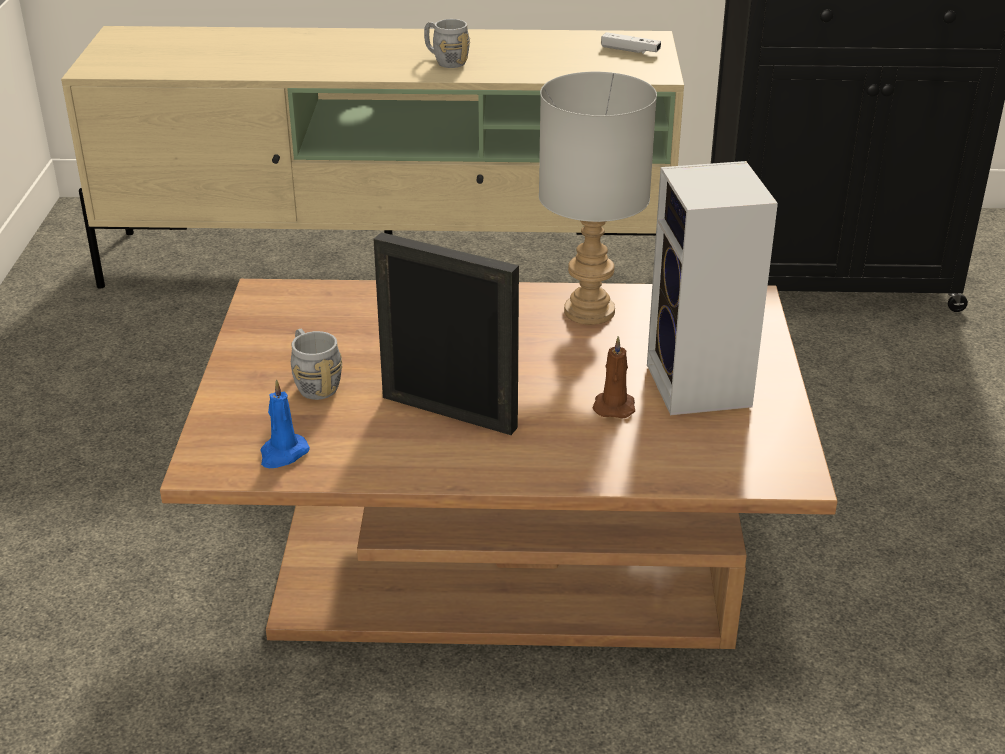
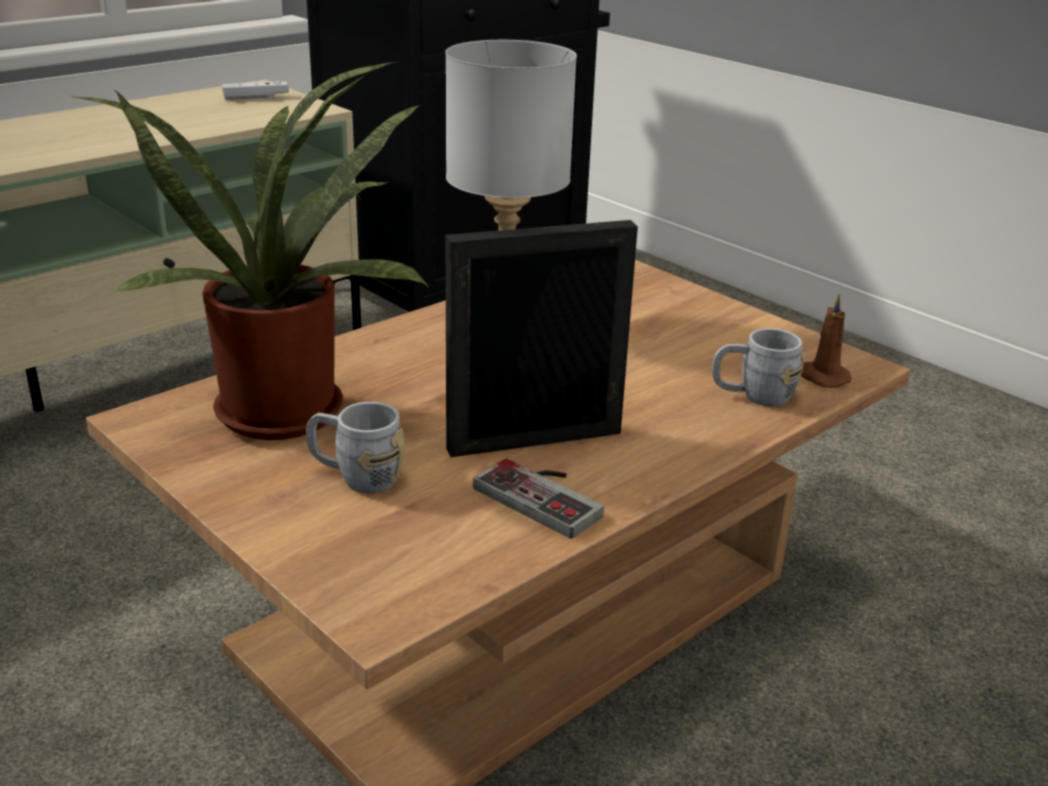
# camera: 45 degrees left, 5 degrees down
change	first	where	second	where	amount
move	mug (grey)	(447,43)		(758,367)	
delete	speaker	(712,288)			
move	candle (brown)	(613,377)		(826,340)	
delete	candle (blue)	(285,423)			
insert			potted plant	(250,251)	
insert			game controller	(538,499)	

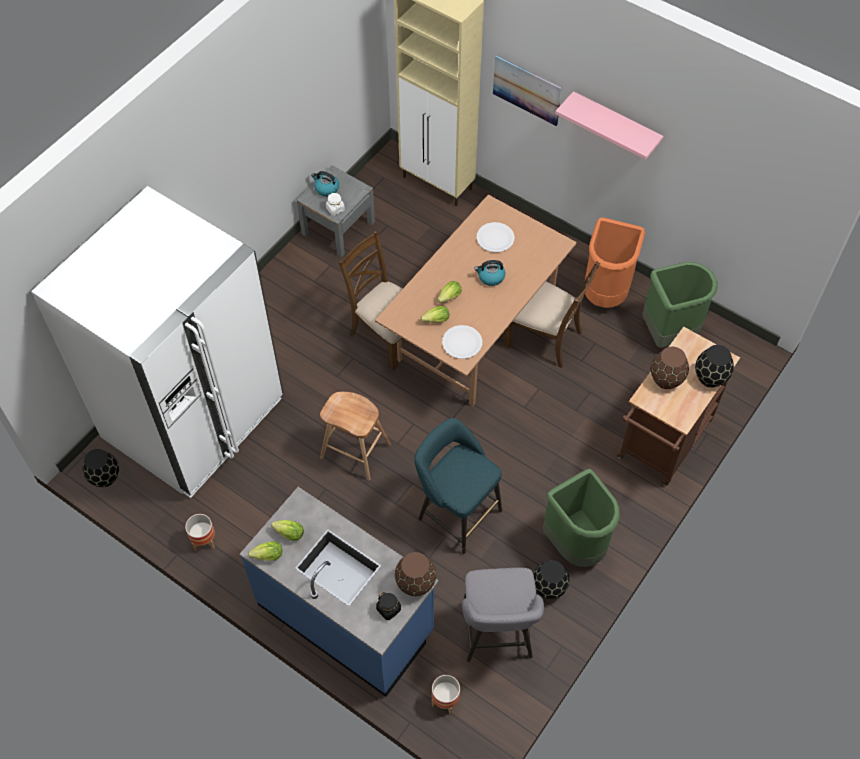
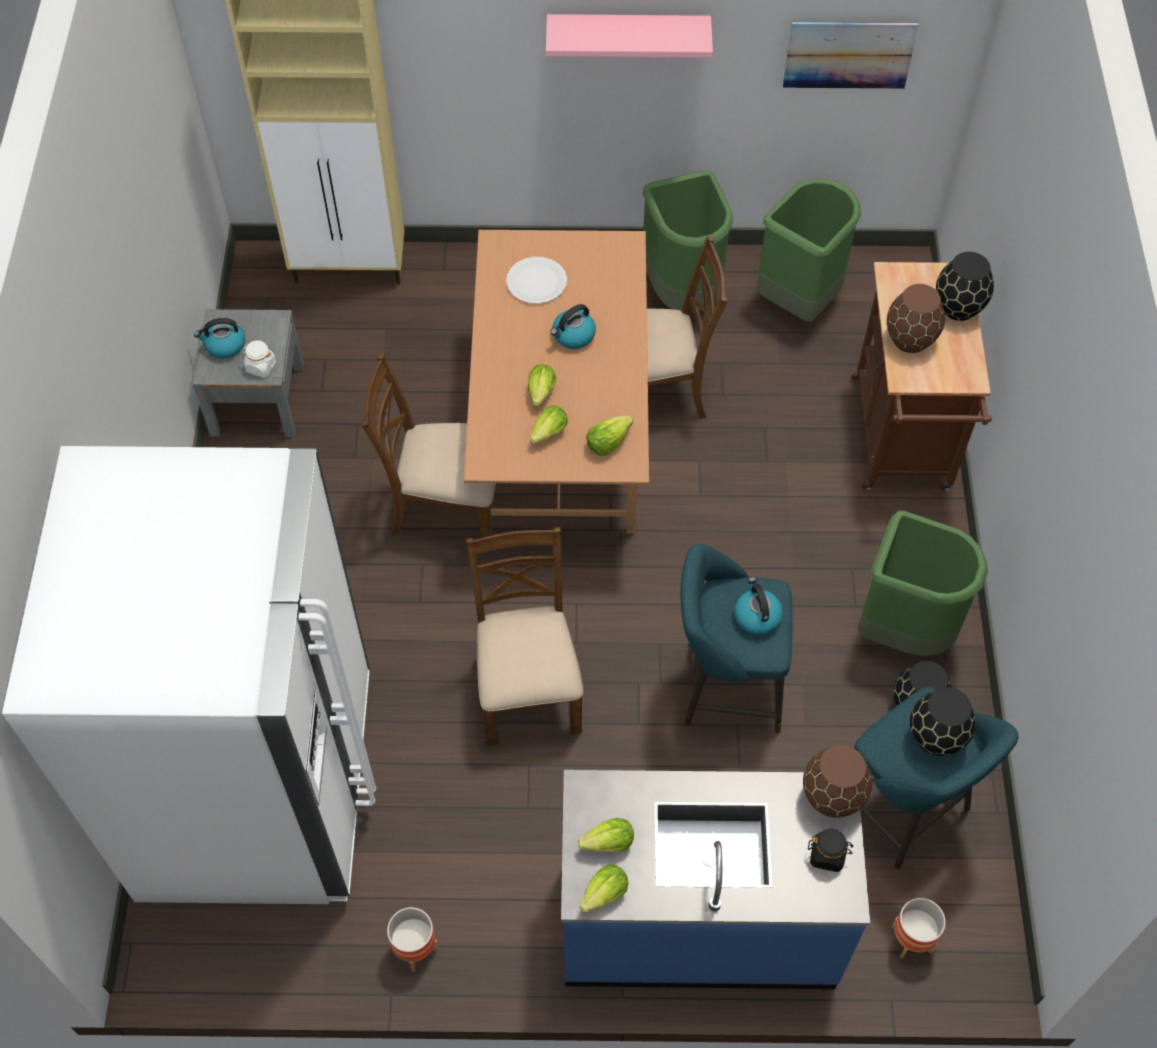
# camera: 35 degrees left, 0 degrees up
change	first	where	second	where	amount
move	picture	(527,90)		(851,55)	
recolor	trash can (orange)	(615,262)	trash can (green)	(688,241)	
replace	plate (white)	(462,342)	lettuce	(609,436)	
replace	stool (brown)	(355,436)	chair (brown)	(524,636)	
move	vase (black)	(101,468)		(943,721)	
recolor	stool (grey)	(503,615)	stool (turquoise)	(936,778)	
insert			kettle	(758,606)	

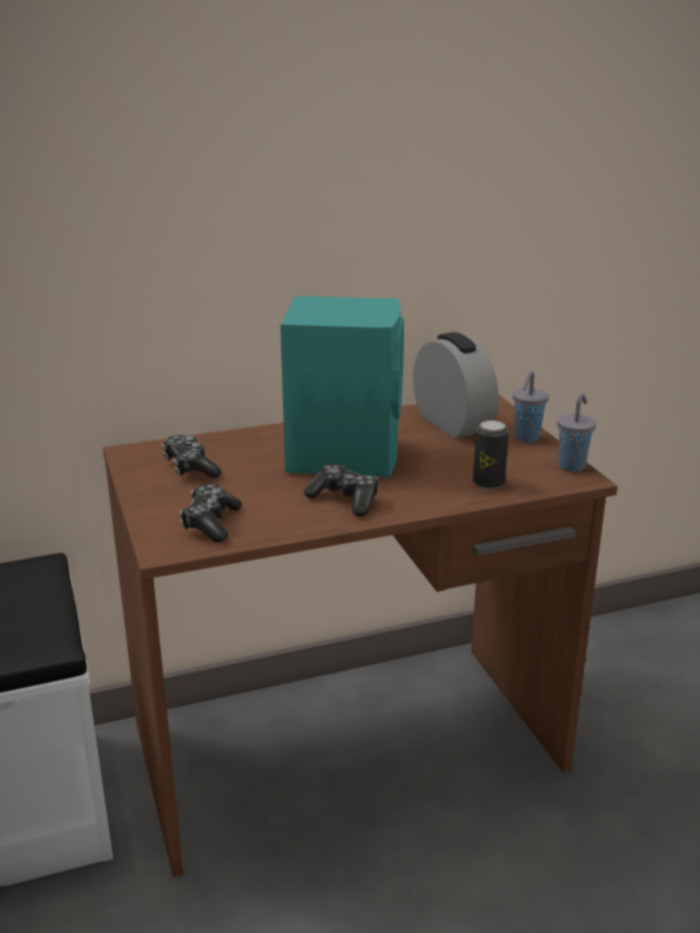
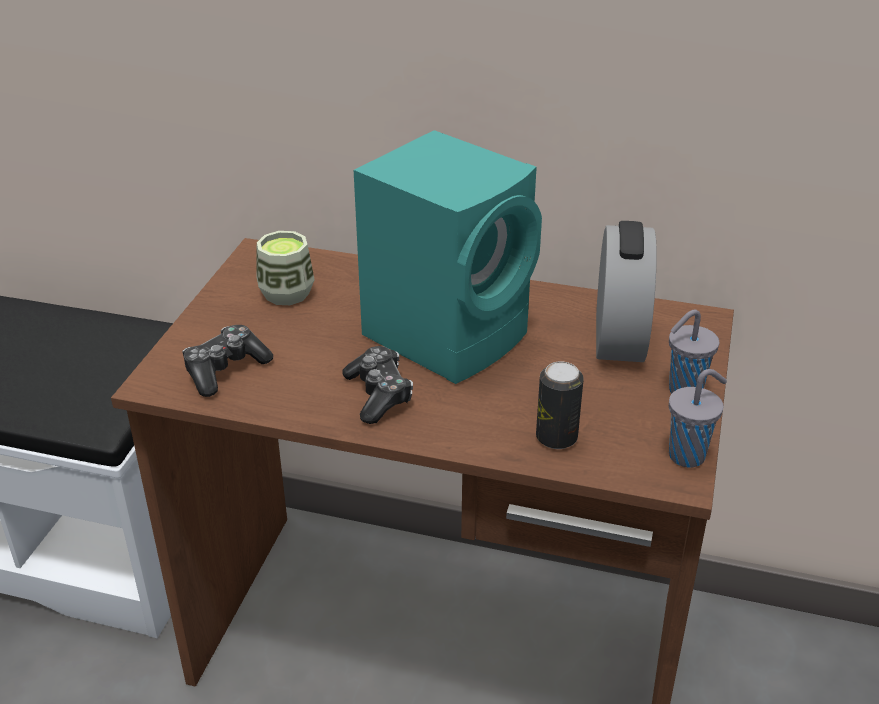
# camera: 35 degrees right, 10 degrees up
change	first	where	second	where	amount
replace	game controller	(192,456)	cup	(286,268)	

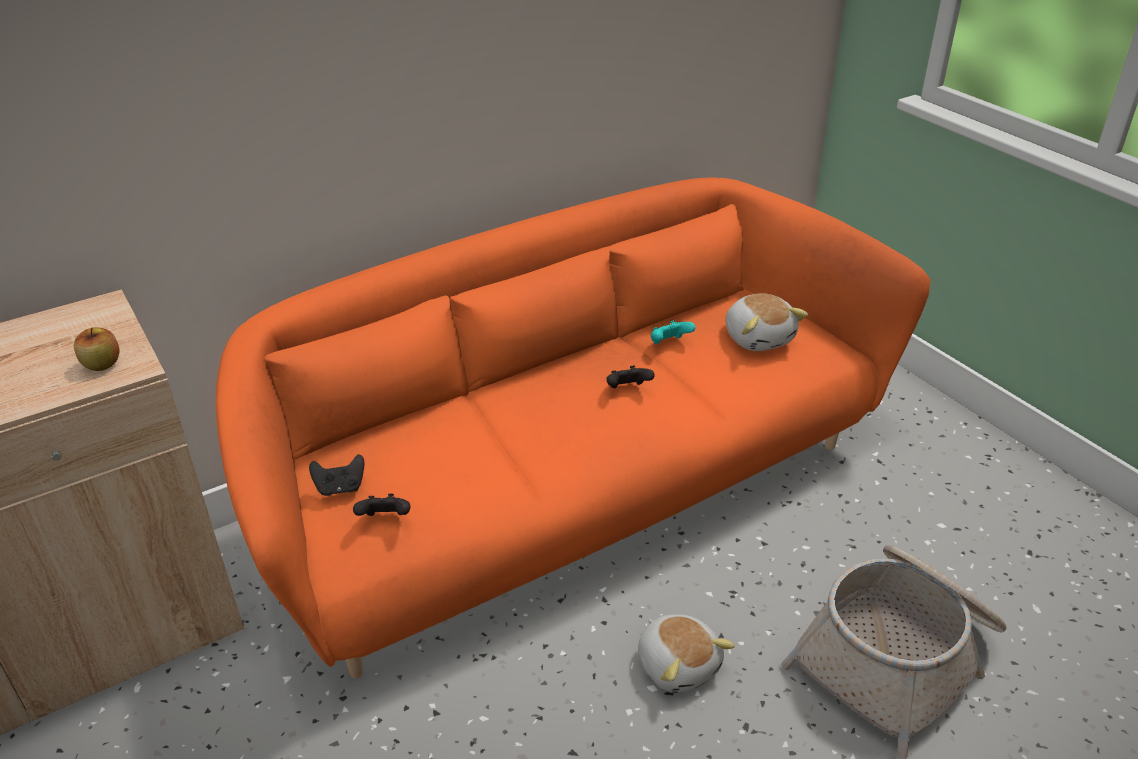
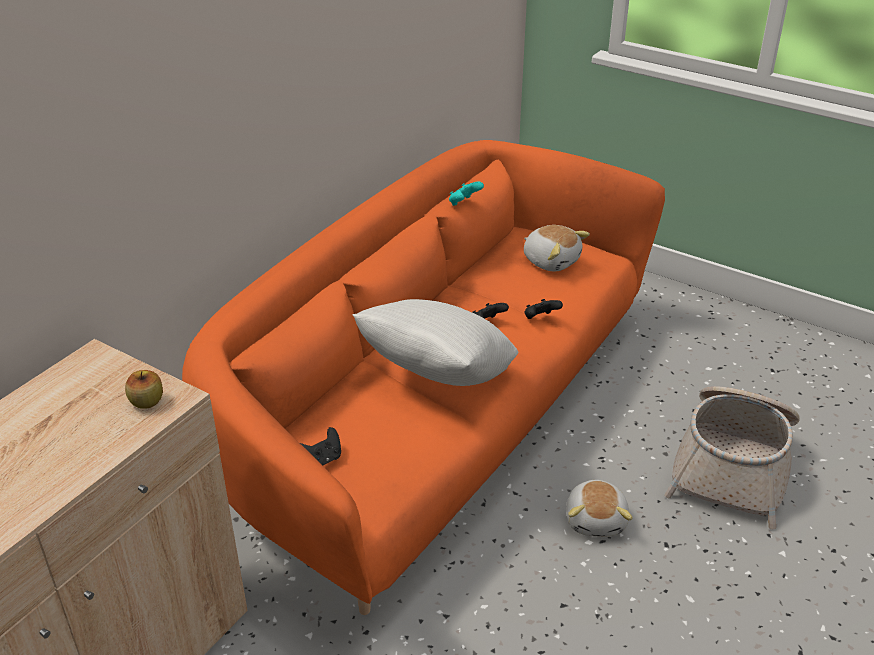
# camera: 25 degrees left, 0 degrees up
change	first	where	second	where	amount
move	game controller (turquoise)	(673,332)		(466,194)	
move	game controller (black)	(381,505)		(543,309)	
rotate	plush toy	(686,653)		(599,508)	60 degrees clockwise
insert			pillow (white)	(435,342)	

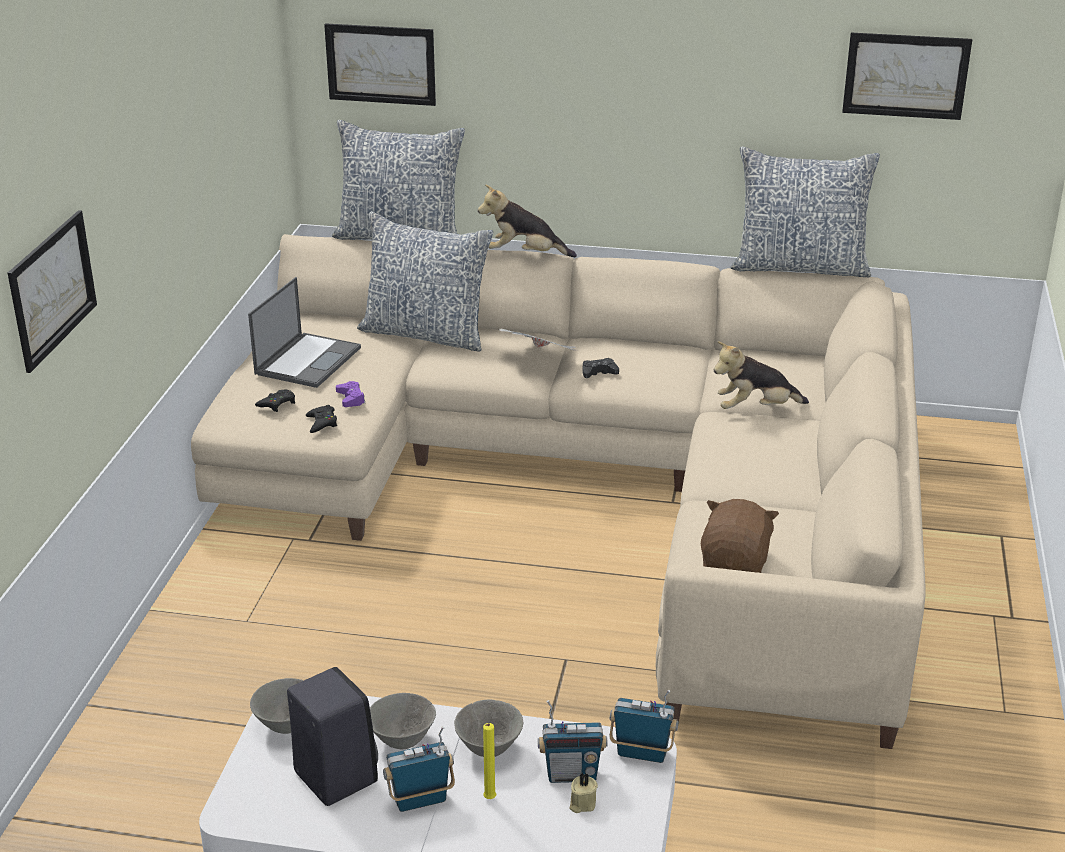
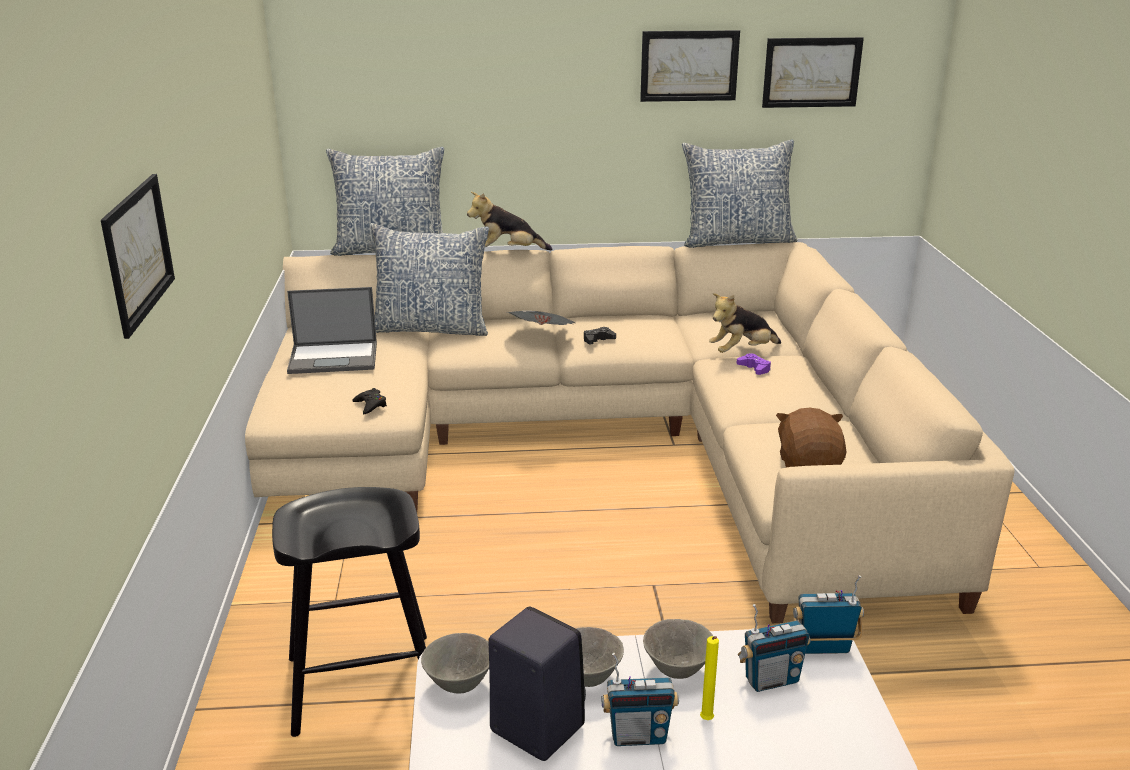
# camera: 15 degrees left, 5 degrees down
change	first	where	second	where	amount
move	picture	(380,64)		(690,66)	
rotate	laptop	(304,332)		(332,330)	75 degrees clockwise
move	game controller (purple)	(350,394)		(753,364)	
delete	game controller (black)	(275,401)			
rotate	radio	(419,769)		(640,699)	150 degrees counterclockwise
delete	candle (beige)	(583,793)			
insert			stool (black)	(349,612)	

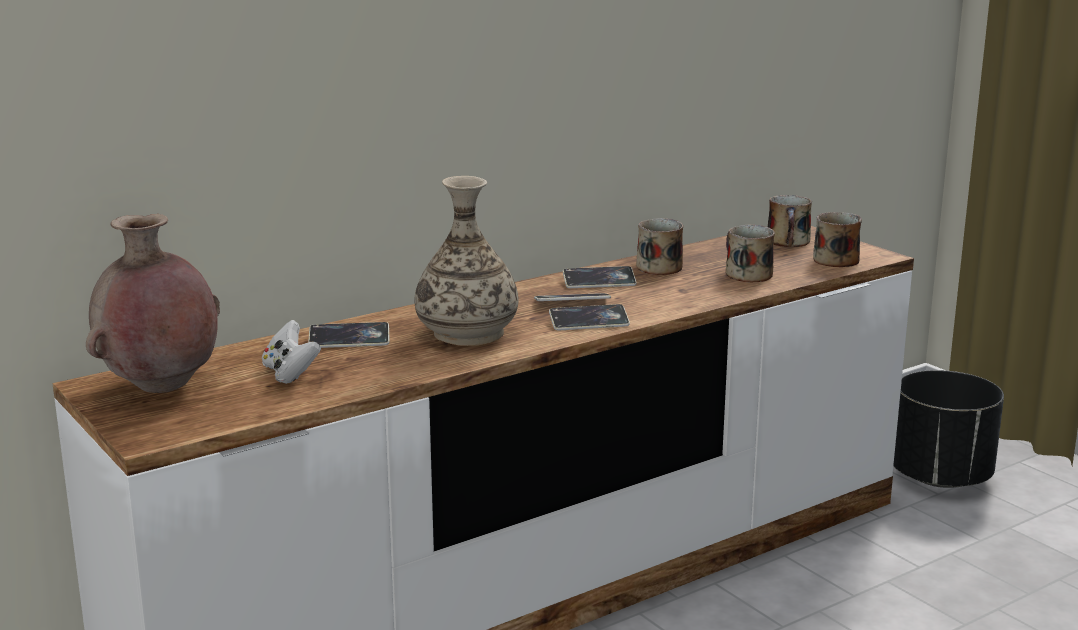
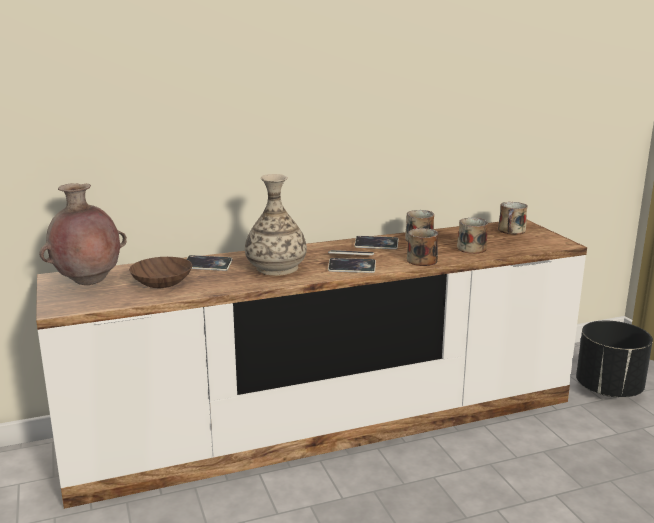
# camera: 15 degrees right, 0 degrees up
change	first	where	second	where	amount
move	mug	(837,239)		(422,247)	
replace	game controller (white)	(291,352)	bowl (brown)	(160,272)	

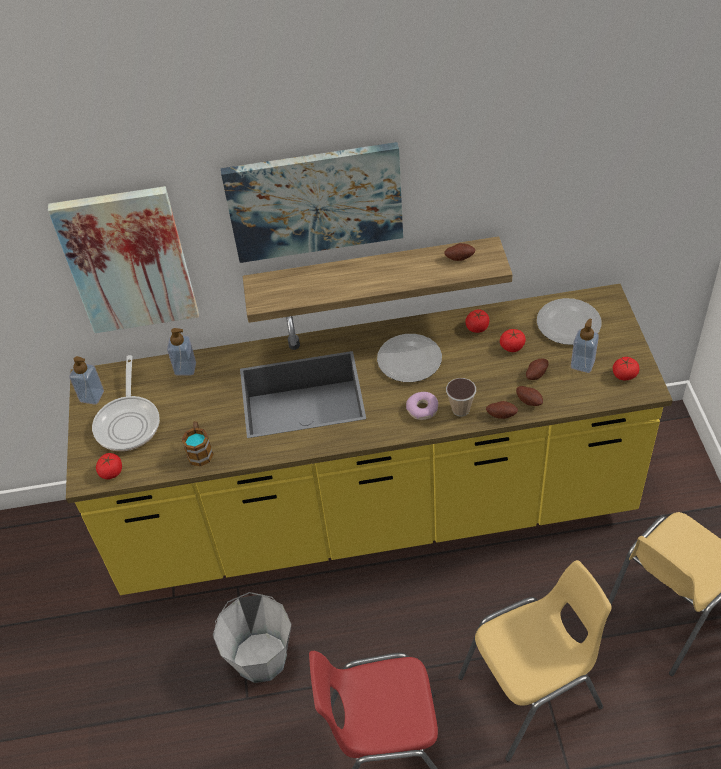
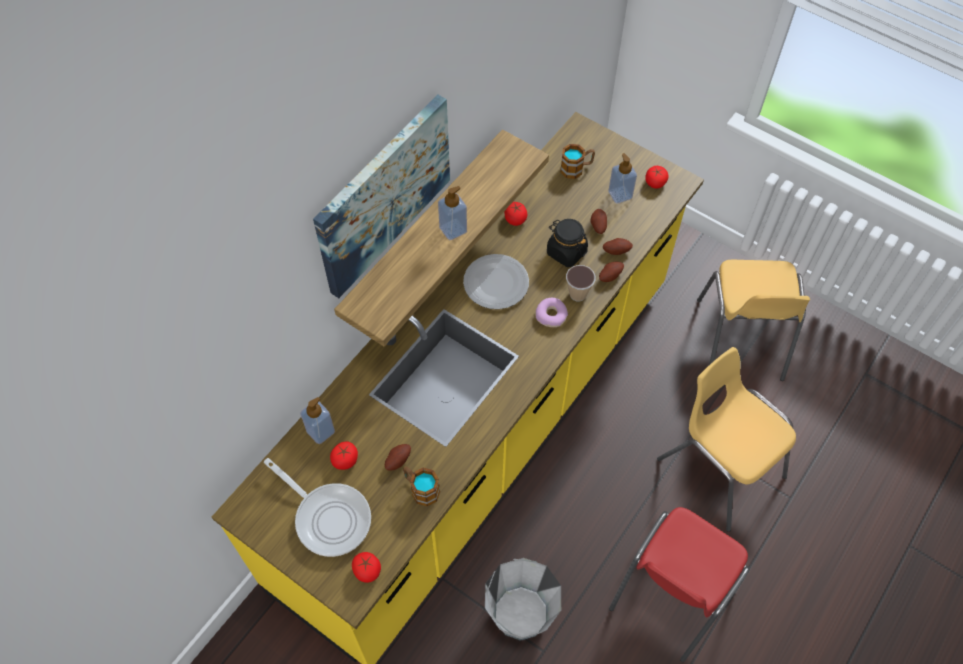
# camera: 50 degrees left, 10 degrees up
change	first	where	second	where	amount
delete	picture	(123,259)			
move	potato	(459,252)		(398,457)	
replace	plate	(569,321)	mug	(577,161)	
move	tomato	(513,340)		(344,456)	
move	soap dispenser	(86,380)		(452,213)	
rotate	chair (yellow)	(535,660)		(726,439)	60 degrees counterclockwise
insert			jar (black)	(567,243)	

